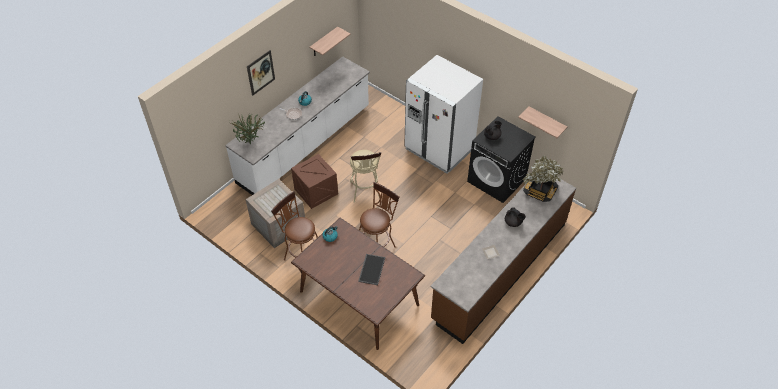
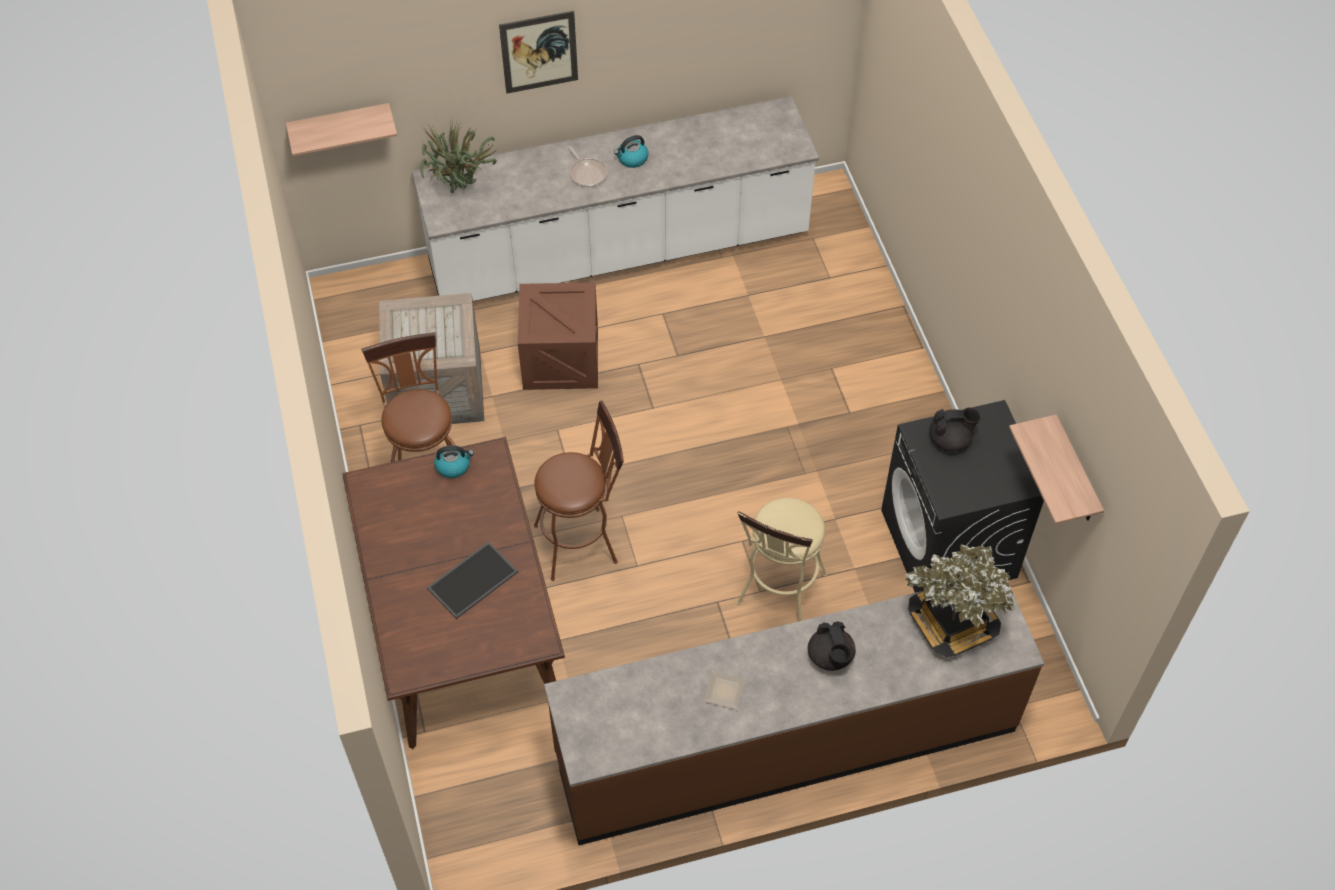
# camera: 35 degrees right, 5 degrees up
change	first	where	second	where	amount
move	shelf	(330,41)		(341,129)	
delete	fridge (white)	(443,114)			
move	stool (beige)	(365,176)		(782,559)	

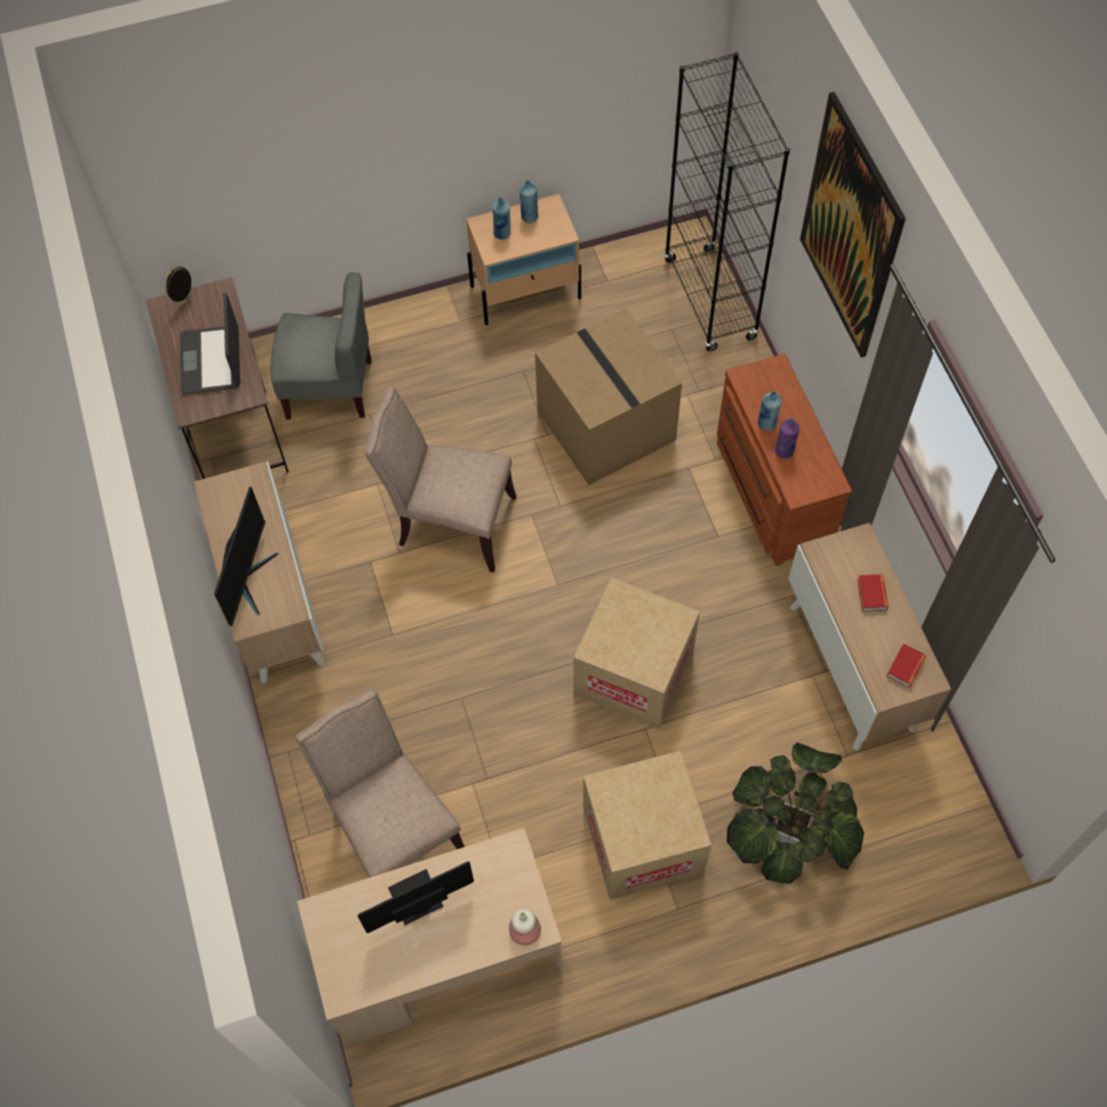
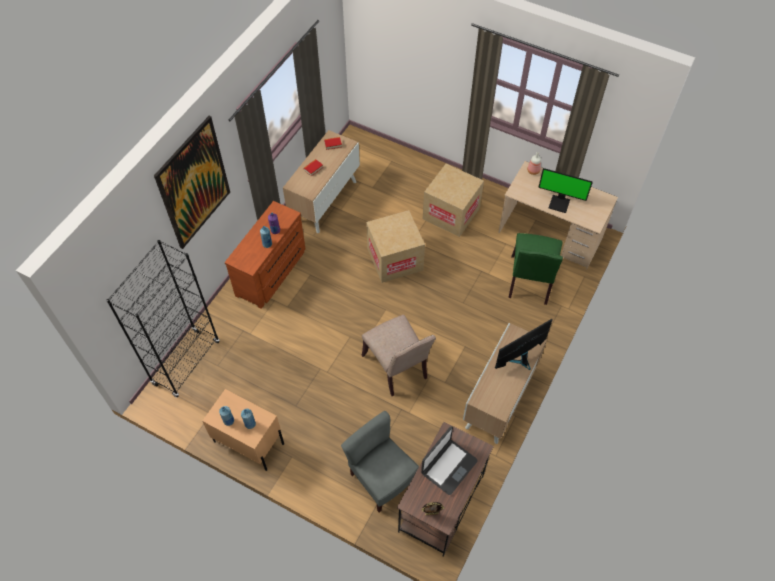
# camera: 135 degrees left, 5 degrees down
change	first	where	second	where	amount
delete	cardboard box	(608,396)			
recolor	chair (beige)	(380,783)	chair (green)	(535,269)	
delete	potted plant	(795,813)			

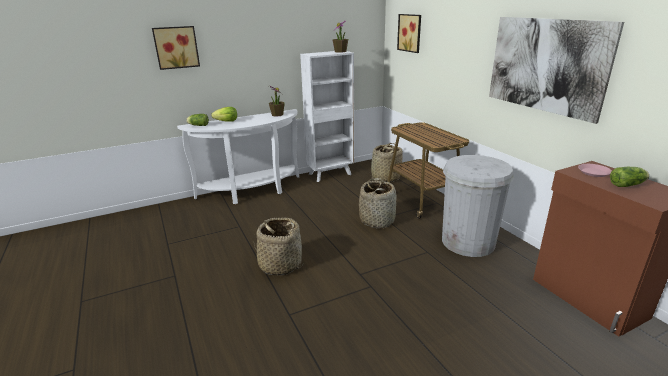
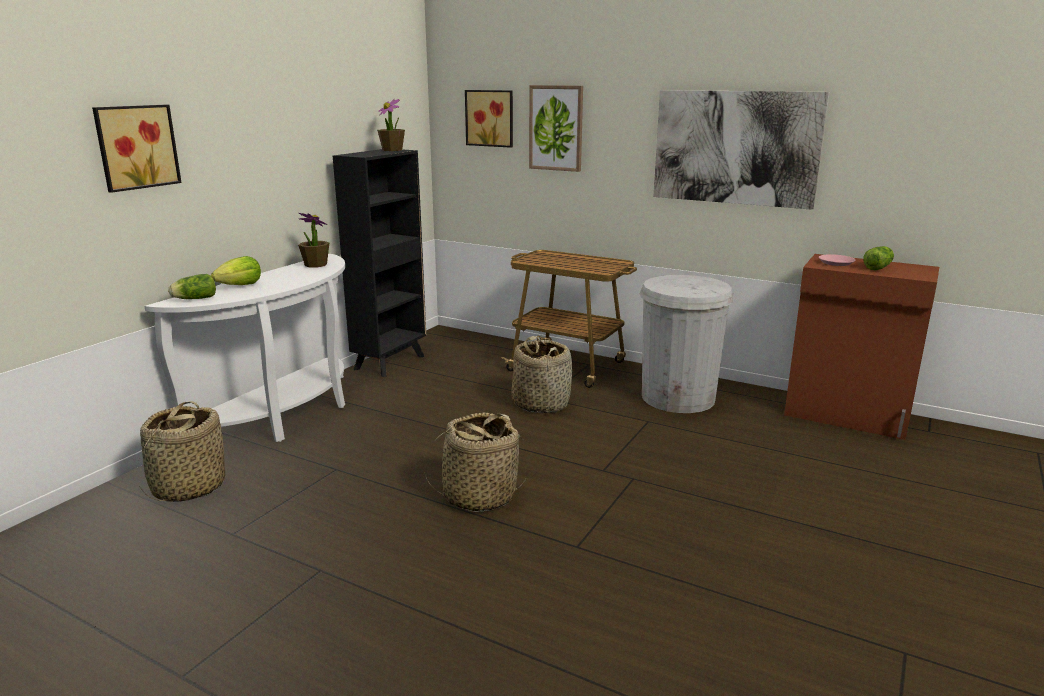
# camera: 35 degrees left, 5 degrees down
change	first	where	second	where	amount
recolor	bookcase (white)	(327,116)	bookcase (black)	(379,263)	
move	basket	(386,162)		(180,451)	
insert			picture	(556,128)	

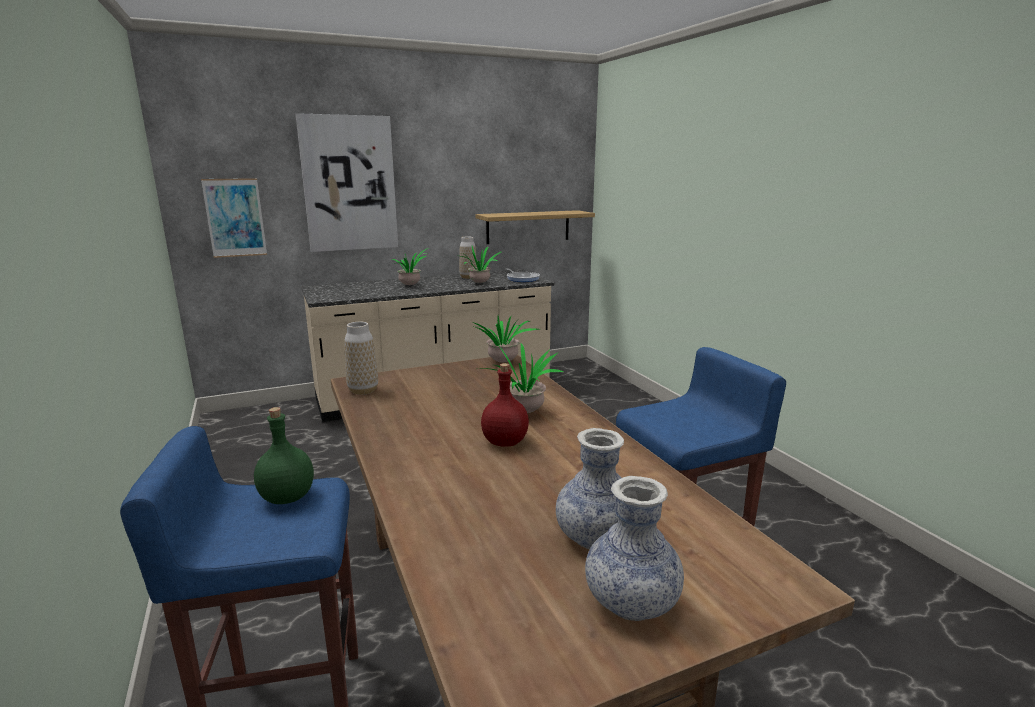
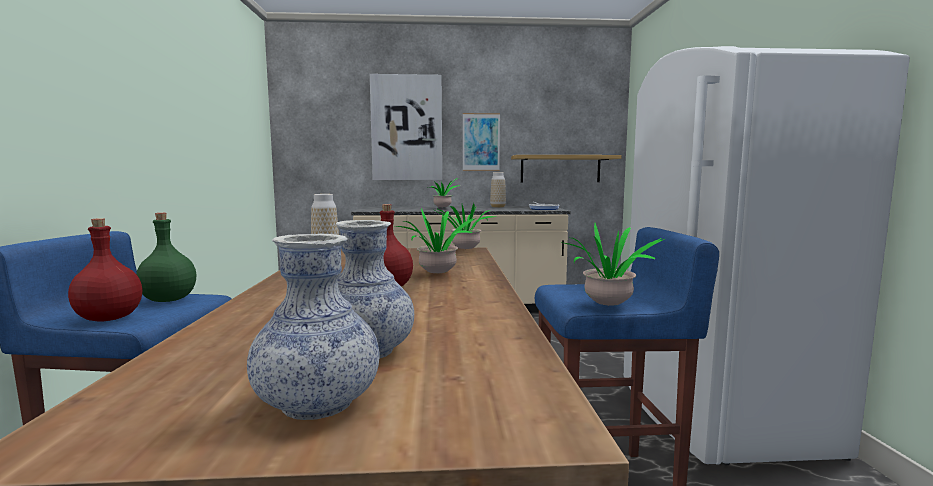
# camera: 20 degrees right, 10 degrees down
change	first	where	second	where	amount
move	picture	(234,218)		(481,142)	
move	potted plant	(481,264)		(614,264)	
insert			fridge (white)	(766,255)	
insert			bottle (red)	(105,269)	

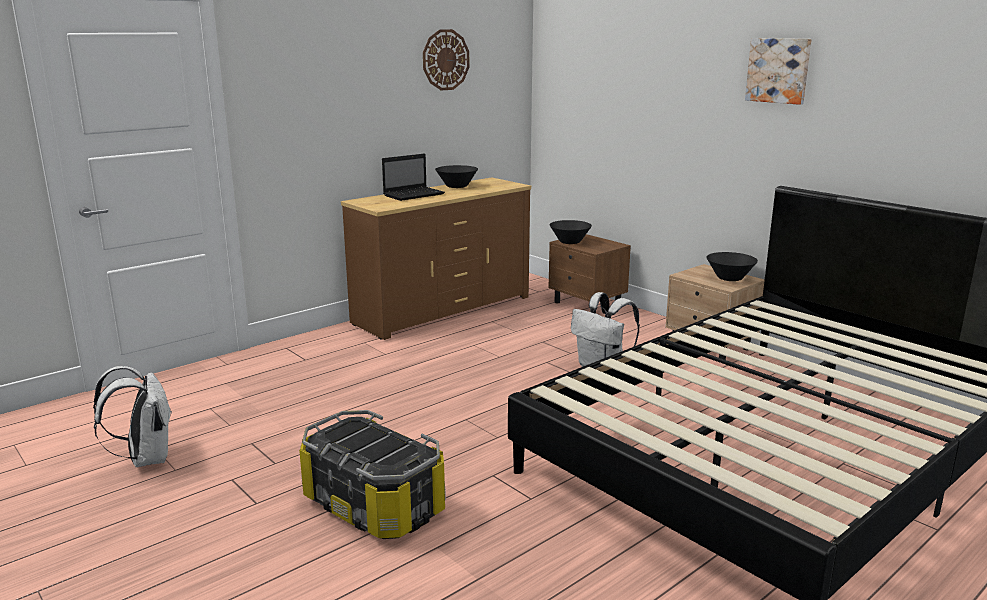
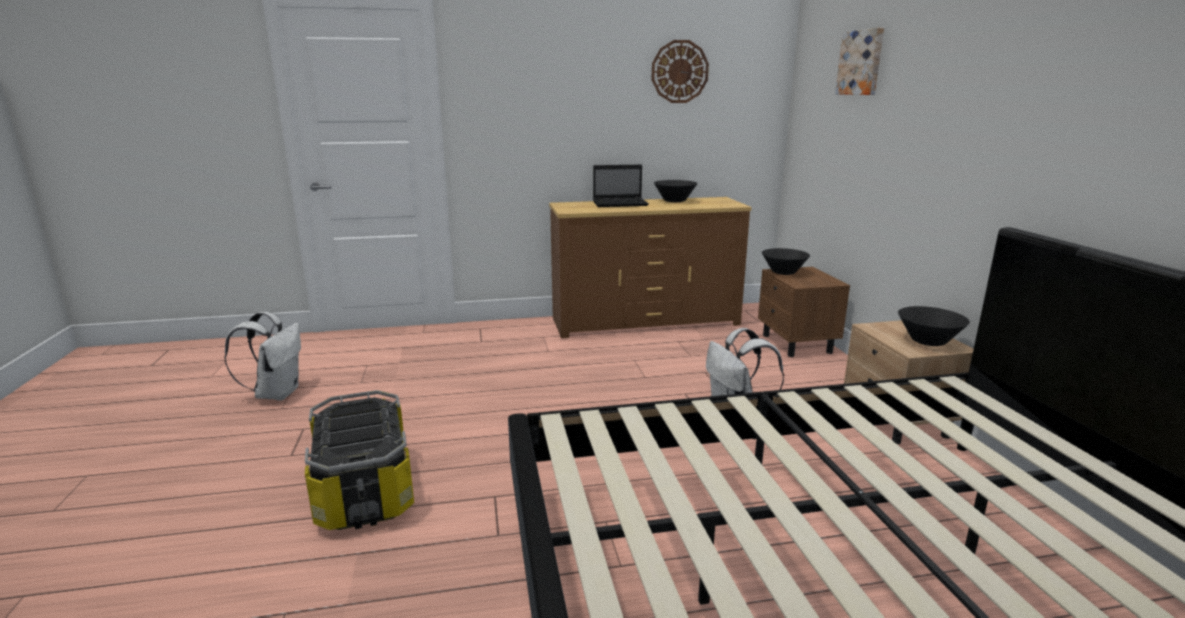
# camera: 30 degrees right, 0 degrees up
change	first	where	second	where	amount
move	picture	(778,71)		(859,61)	

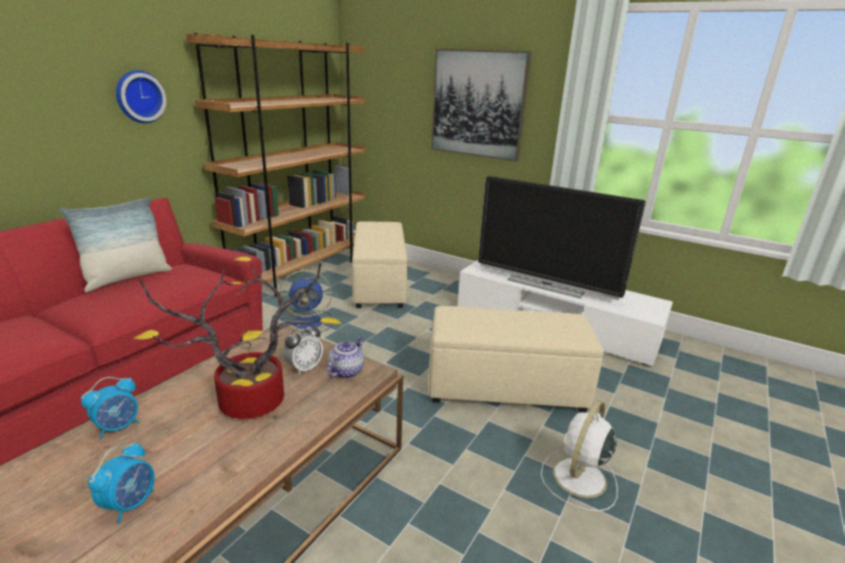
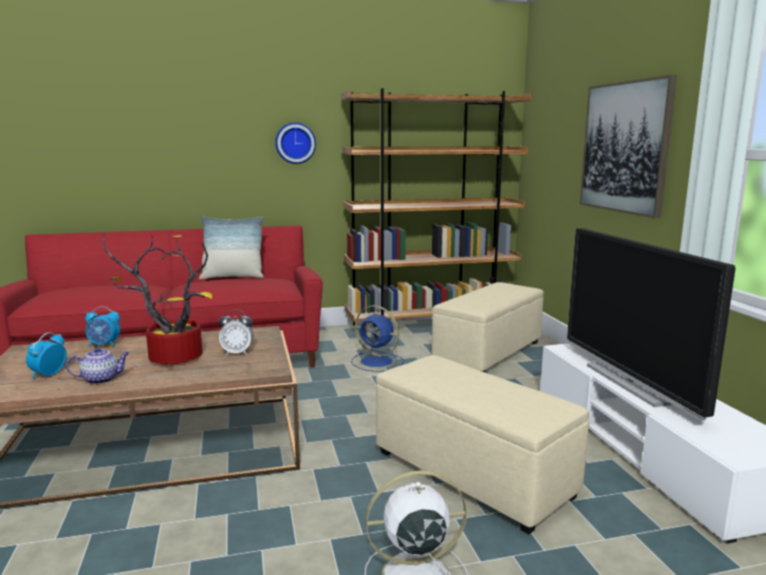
# camera: 45 degrees right, 10 degrees down
change	first	where	second	where	amount
move	teapot	(345,358)		(97,365)	
rotate	alarm clock	(121,483)		(46,355)	135 degrees clockwise

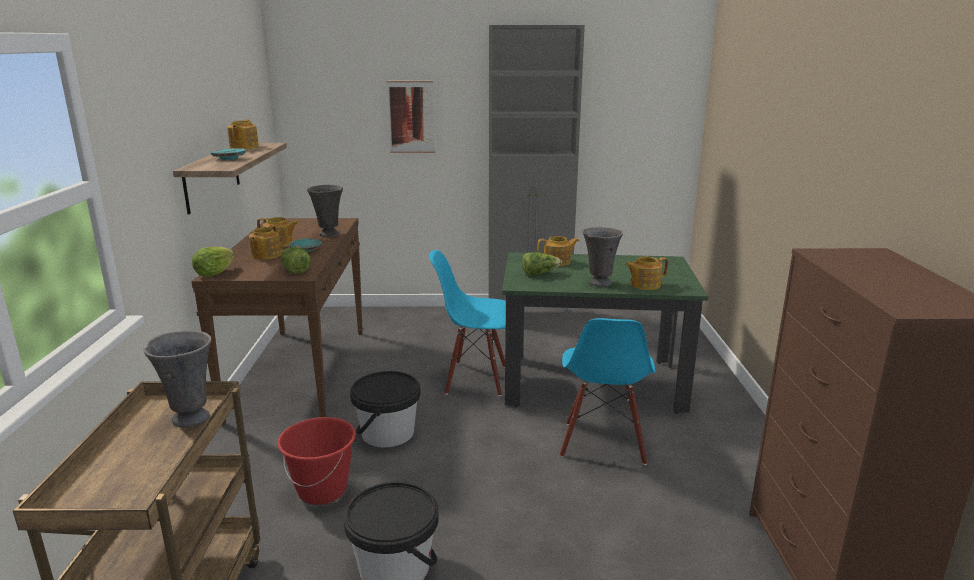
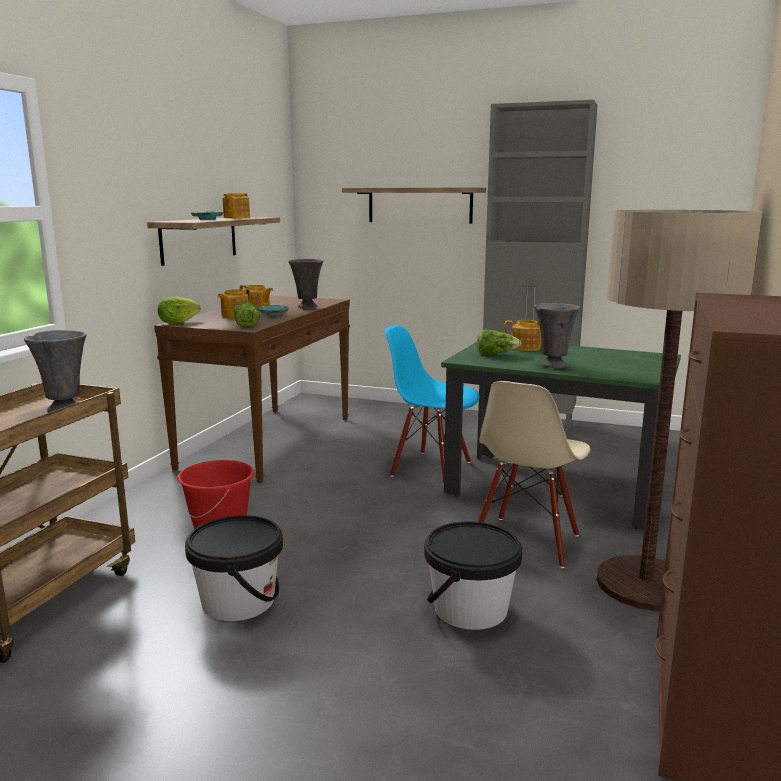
# camera: 20 degrees right, 5 degrees down
change	first	where	second	where	amount
replace	picture	(411,117)	shelf	(414,206)	
delete	teapot	(646,273)			
recolor	chair (blue)	(607,391)	chair (beige)	(534,474)	
move	bucket (black)	(385,409)		(473,575)	
insert			floor lamp	(679,410)	

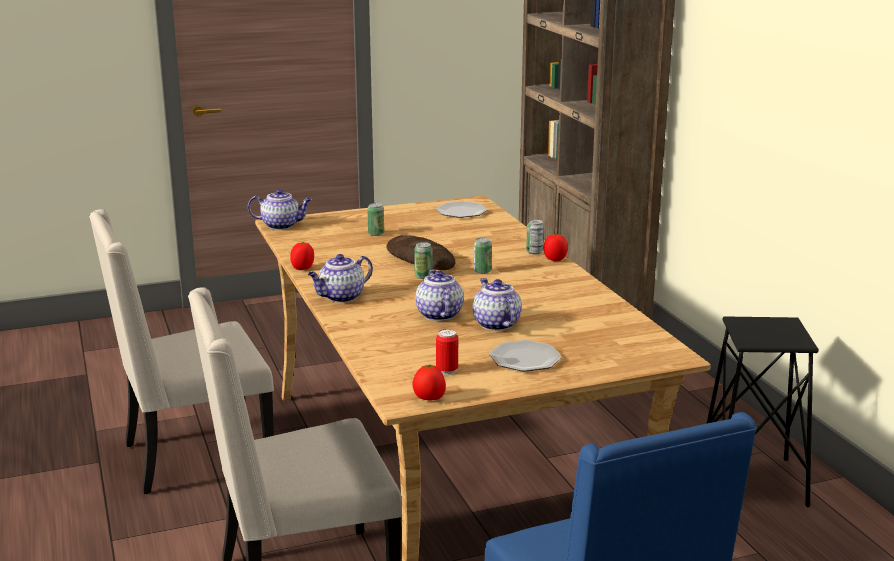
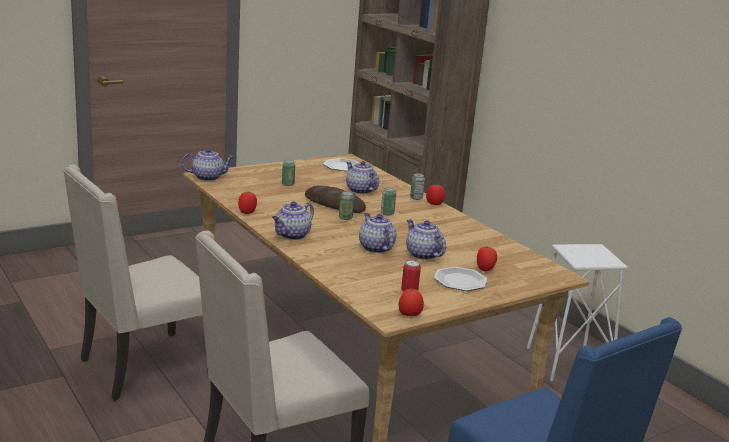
# camera: 15 degrees left, 0 degrees up
change	first	where	second	where	amount
recolor	stool (black)	(762,411)	stool (white)	(577,313)	
insert			teapot	(362,177)	
insert			tomato	(487,259)	

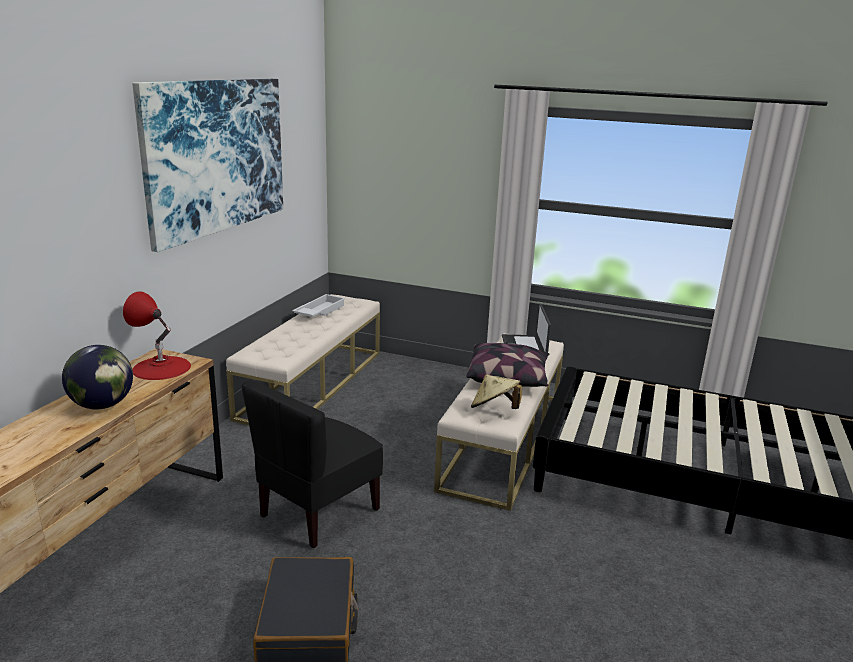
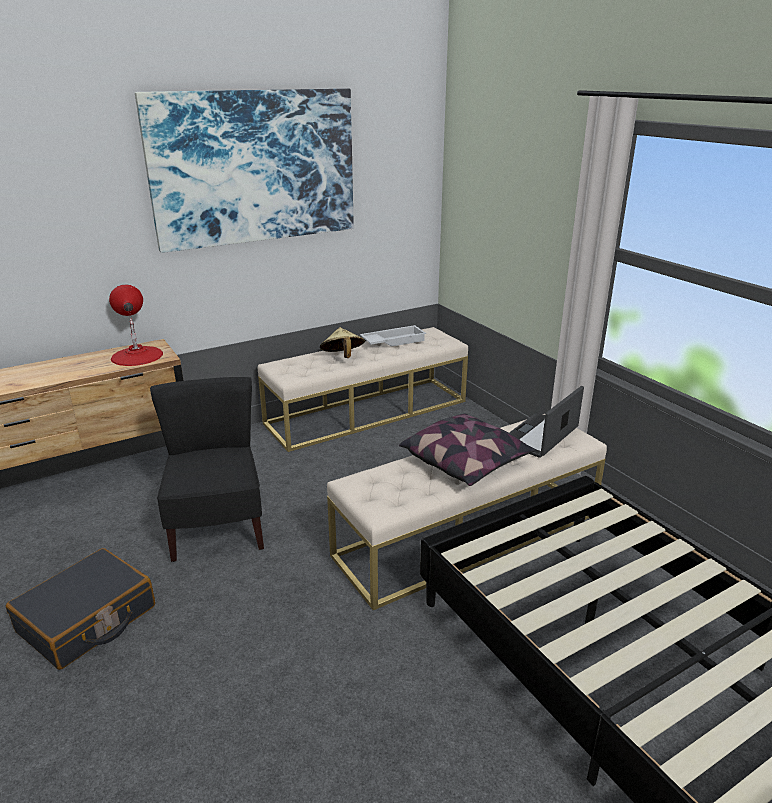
# camera: 40 degrees right, 5 degrees up
change	first	where	second	where	amount
delete	globe	(97,377)			
move	hat (beige)	(496,392)		(342,342)	
rotate	chair (black)	(312,464)		(207,469)	90 degrees clockwise

